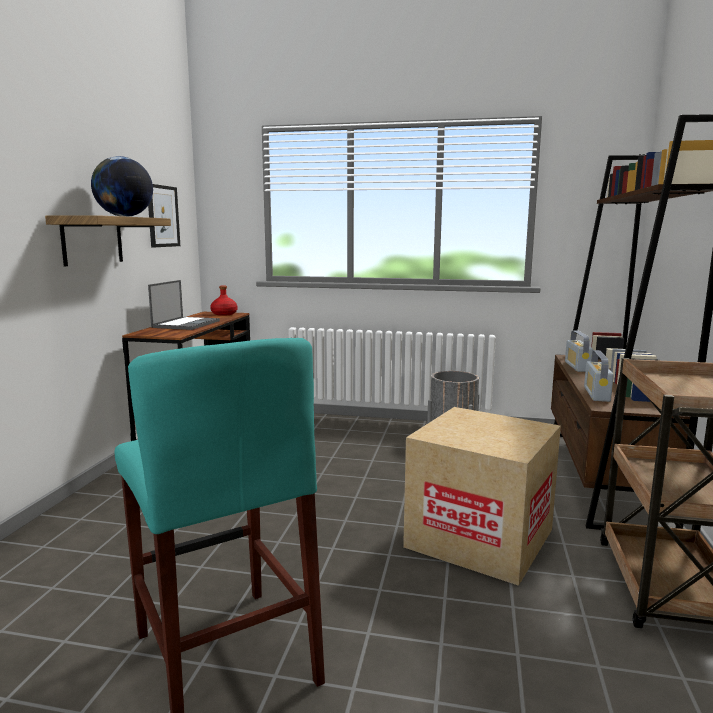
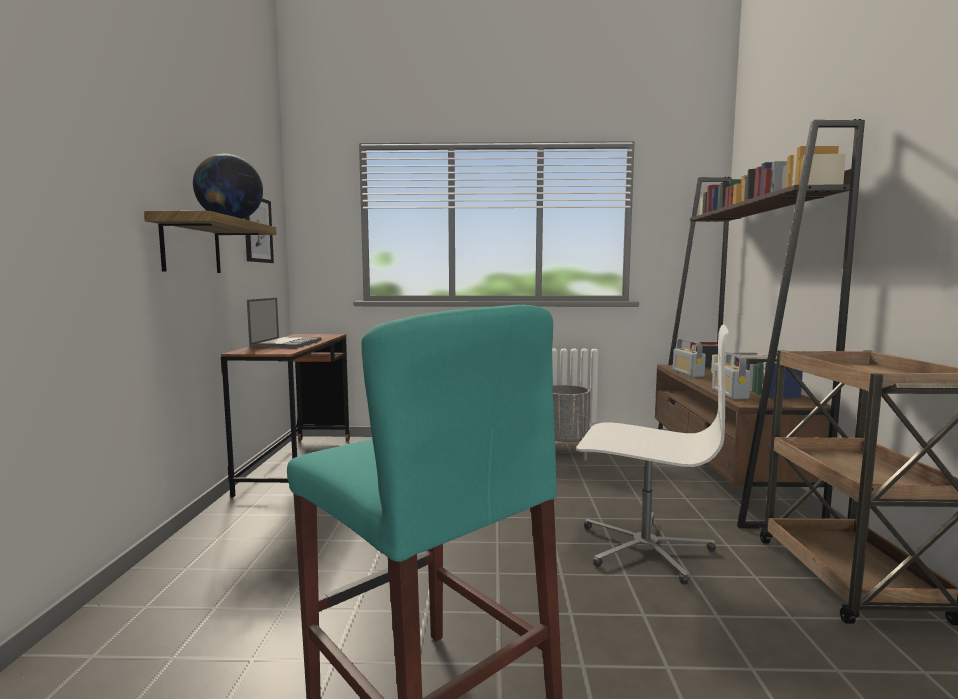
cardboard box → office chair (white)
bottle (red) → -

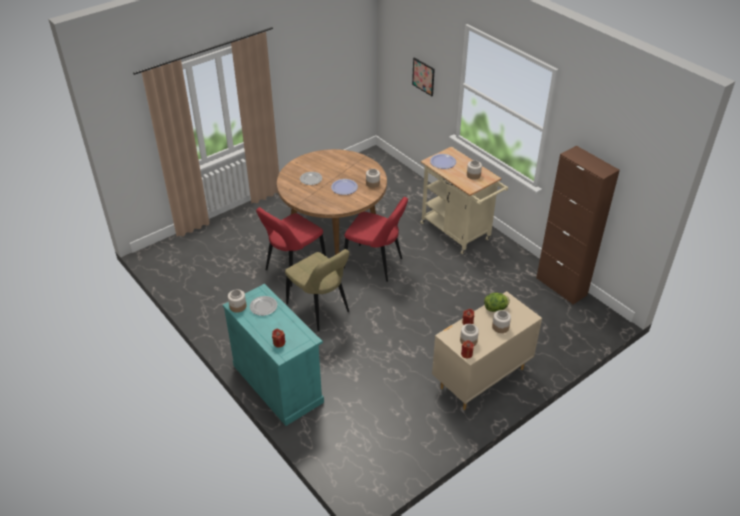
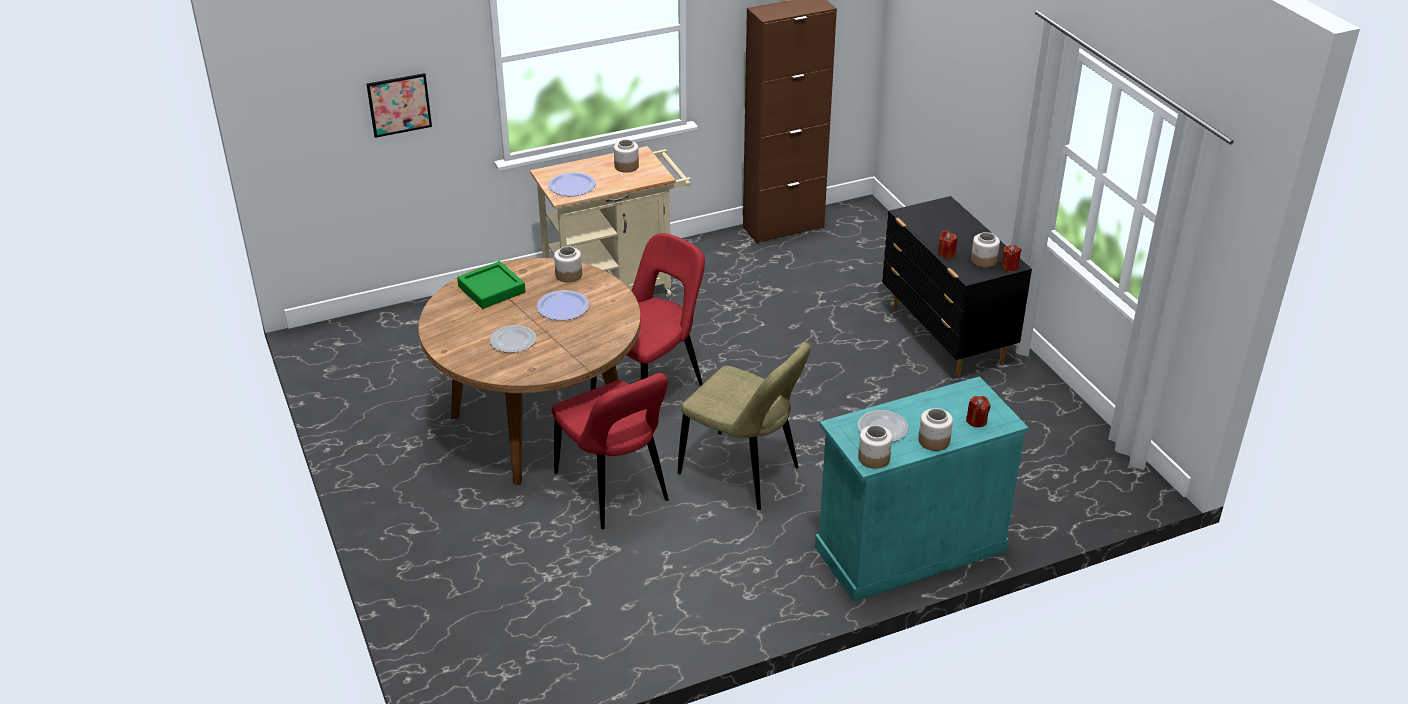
- → tray (green)
chair (beige), 60 degrees clockwise
dresser (beige) → dresser (black)
jar (5th from left in the first image) → jar (4th from left), moved
lettuce → -

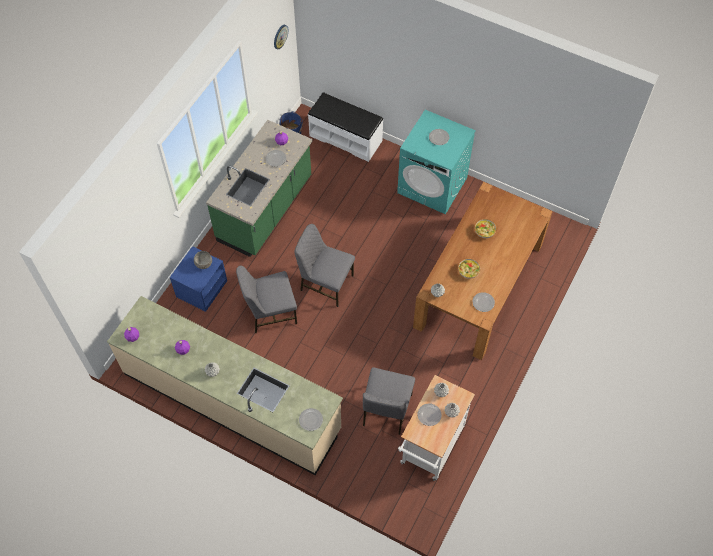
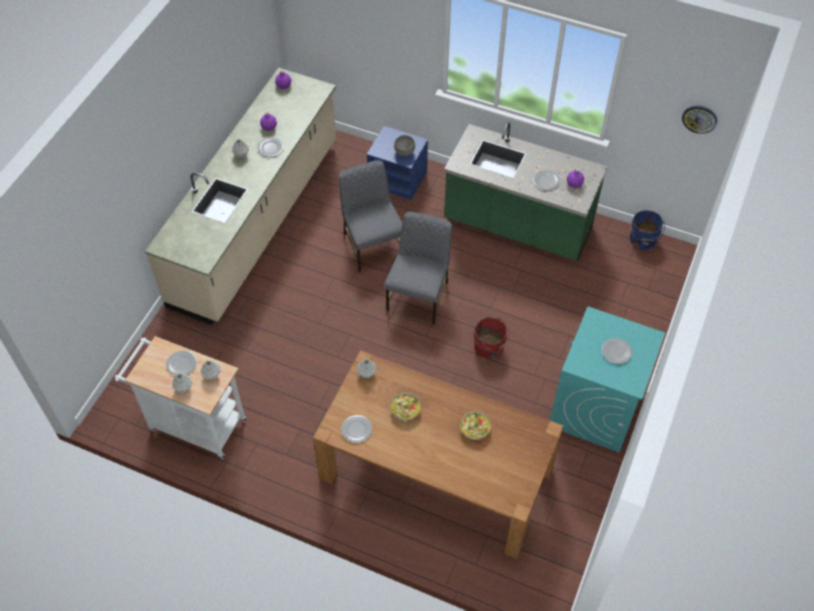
plate (2nd from left), moved
- → bucket (red)
bench (white) → -
chair (grey) (3rd from left) → -

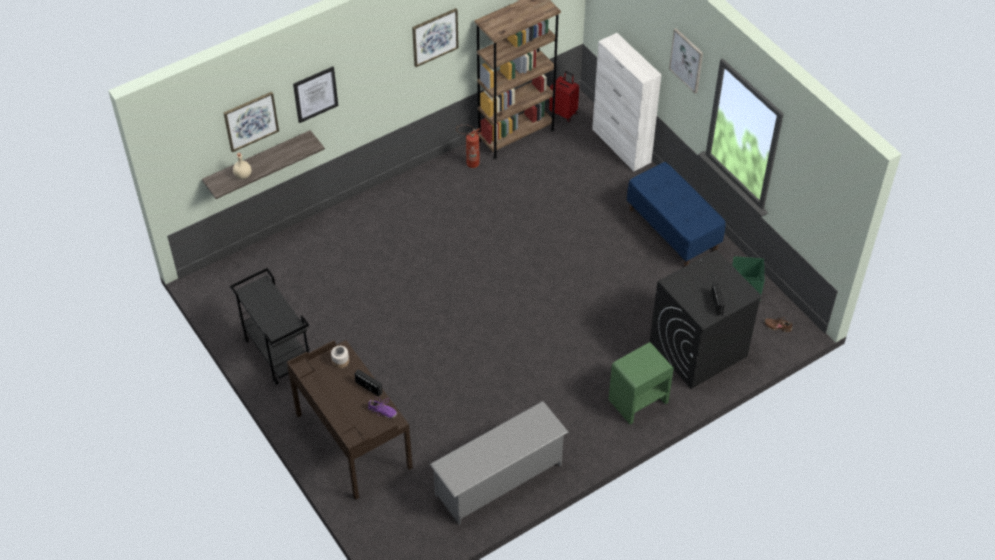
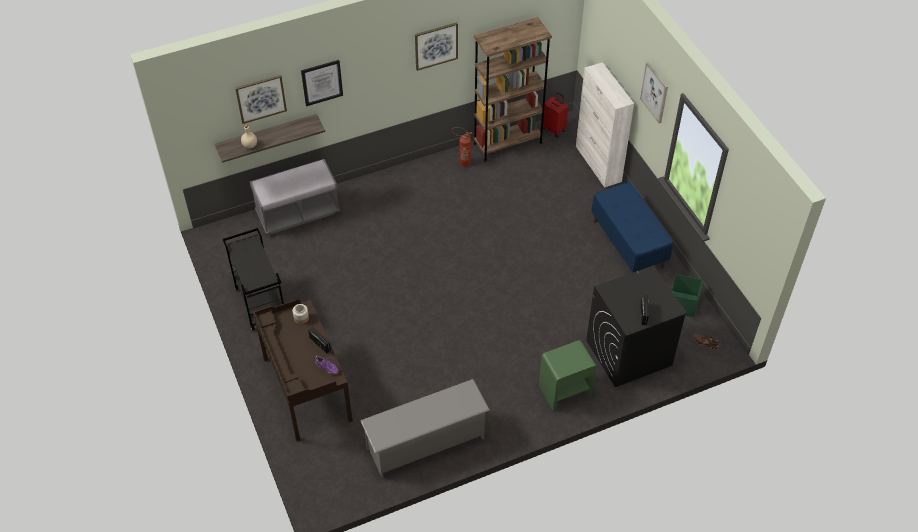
- → bench (grey)

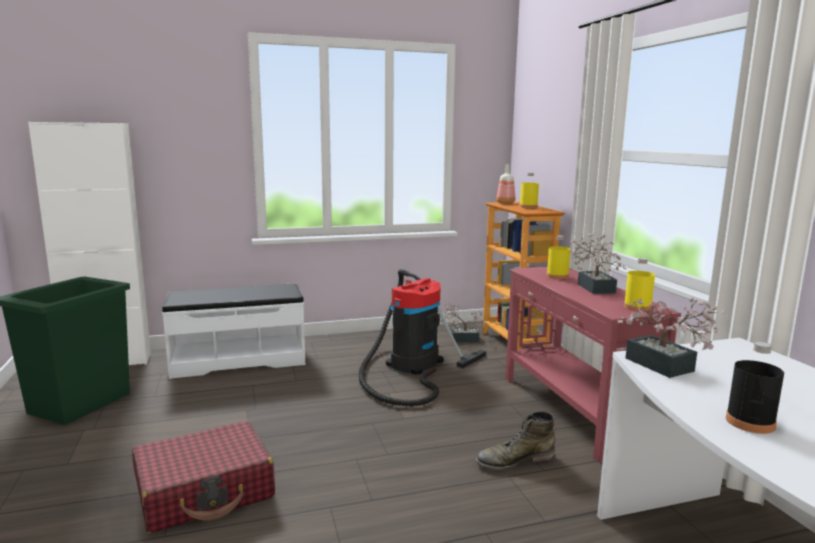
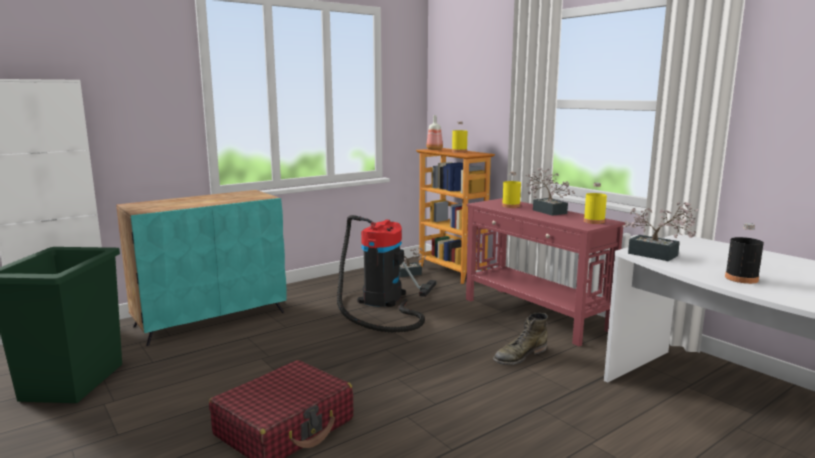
bench (white) → cabinet (turquoise)

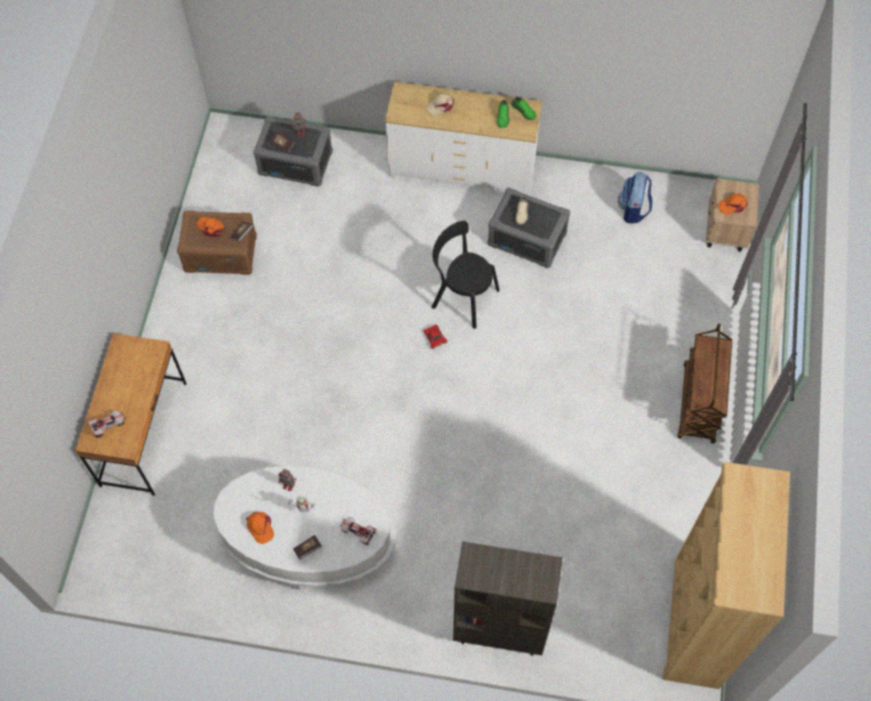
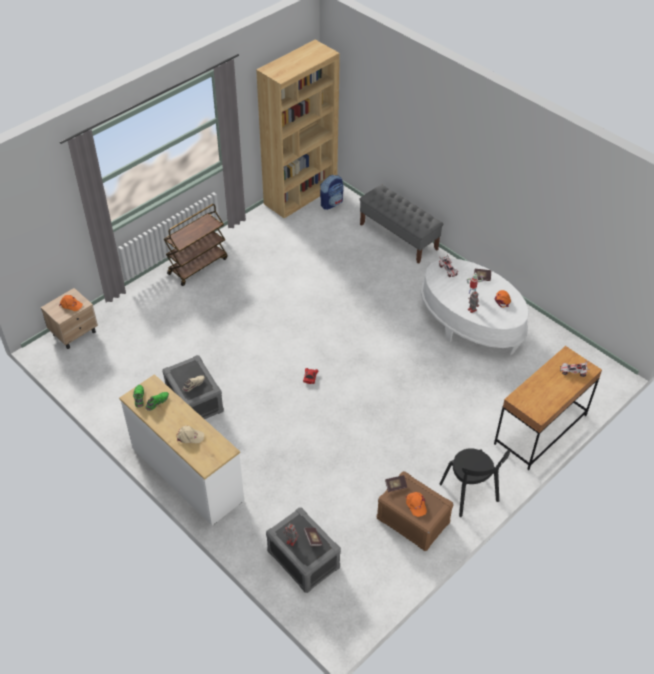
backpack, moved
bookcase (brown) (1st from left) → bench (grey)
chair (black), moved

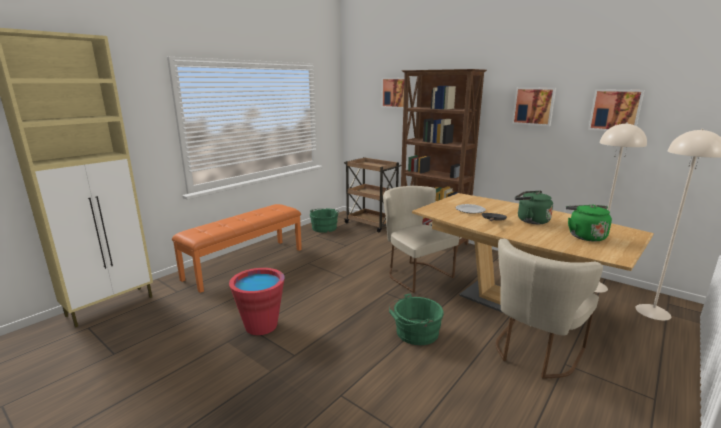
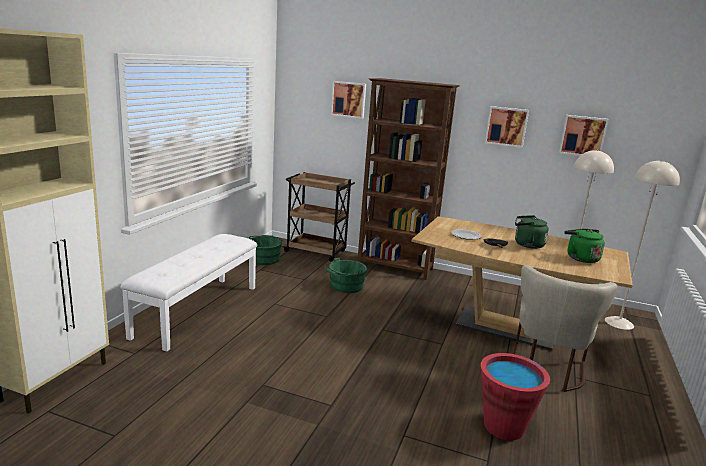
bench (orange) → bench (white)
bucket (green) (2nd from left), moved
bucket (red), moved
chair (beige) (1st from left) → -

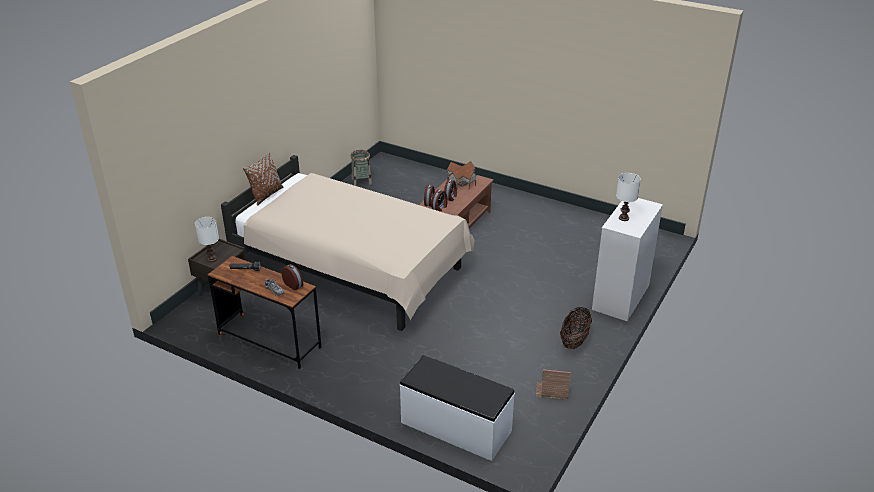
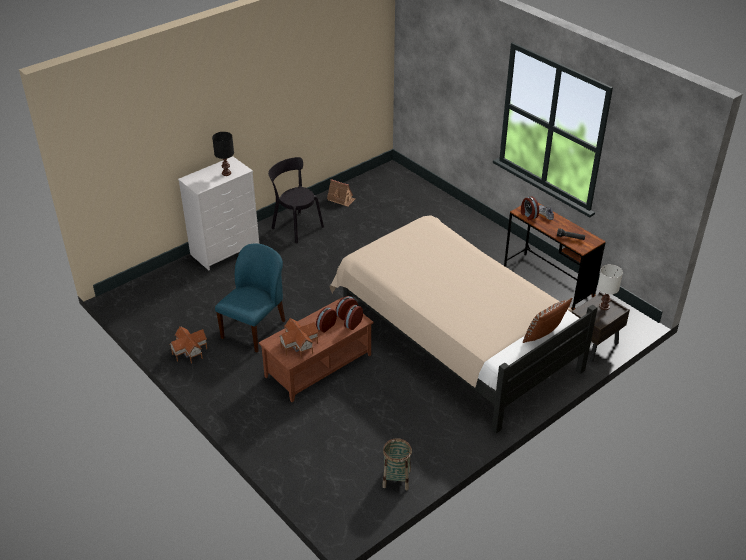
- → toy house (1st from left)
table lamp (white) (2nd from left) → table lamp (black)
- → chair (blue)
basket (2nd from left) → chair (black)
bench (white) → -

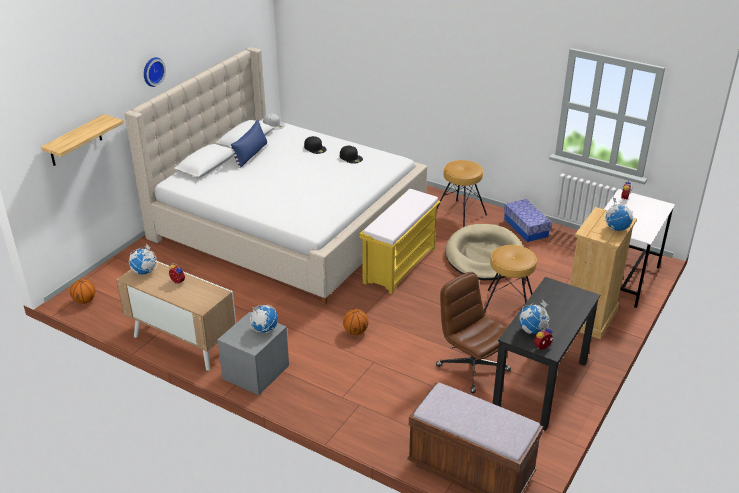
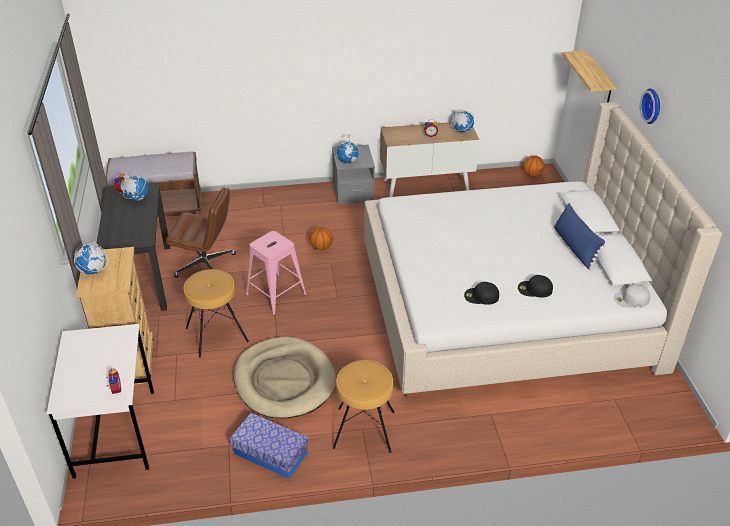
- → stool (pink)
bench (yellow) → -

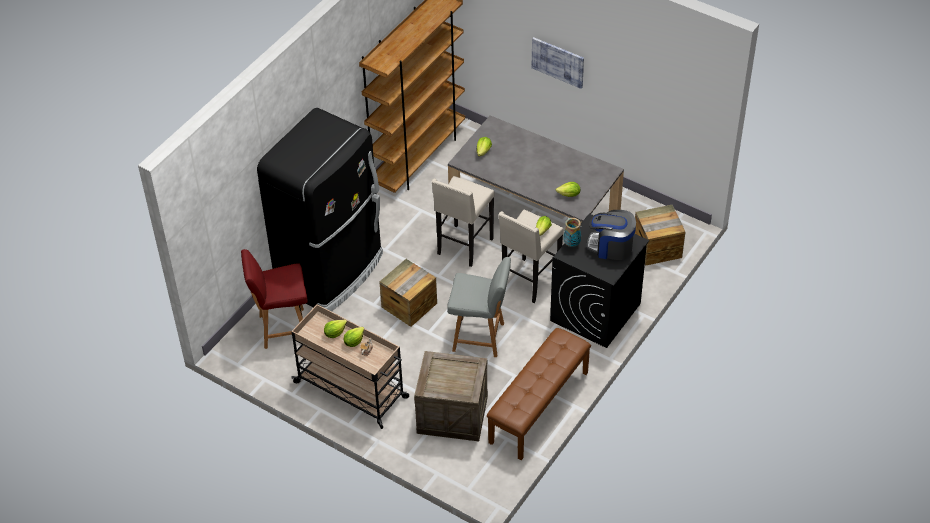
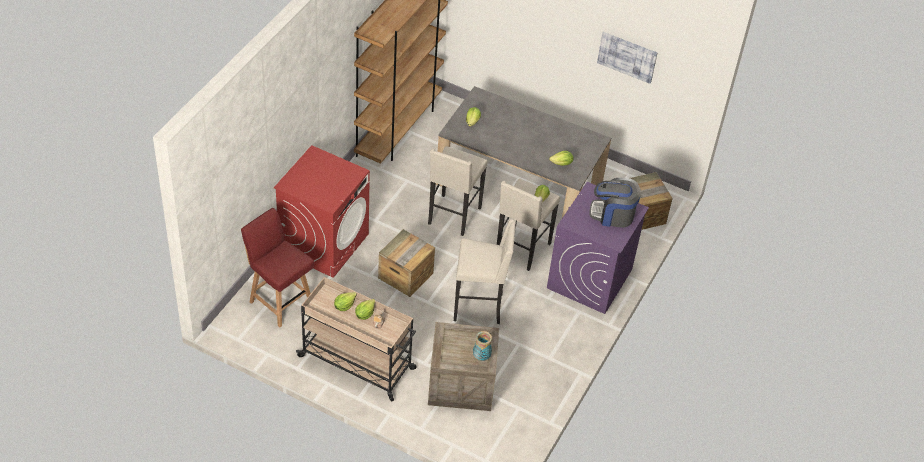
chair (red), 60 degrees clockwise
fridge (black) → washing machine (red)
chair (grey) → stool (beige) (2nd from left)
vase, moved
washing machine (black) → washing machine (purple)
picture, moved
bench (brown) → -

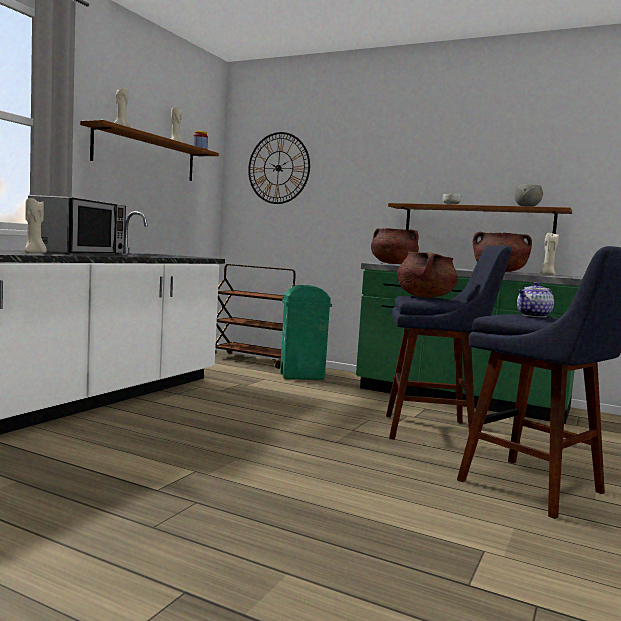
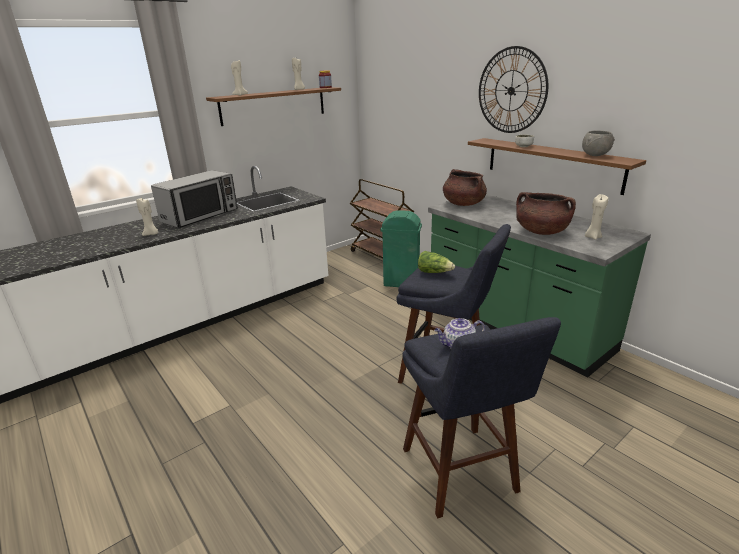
cooking pot (brown) (2nd from left) → lettuce
wall clock, moved

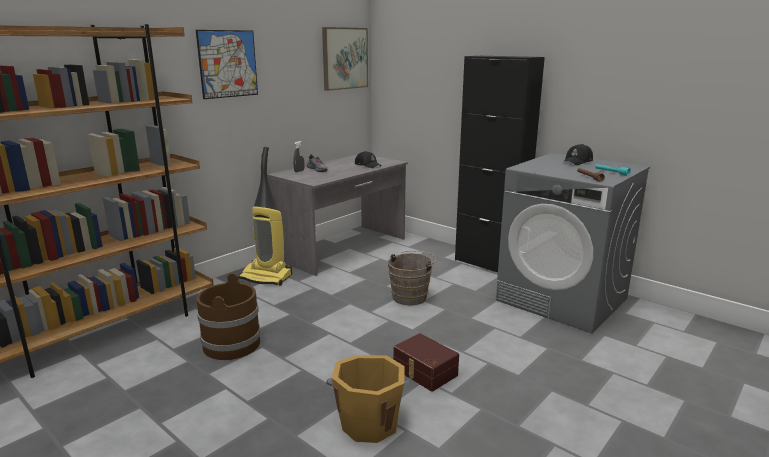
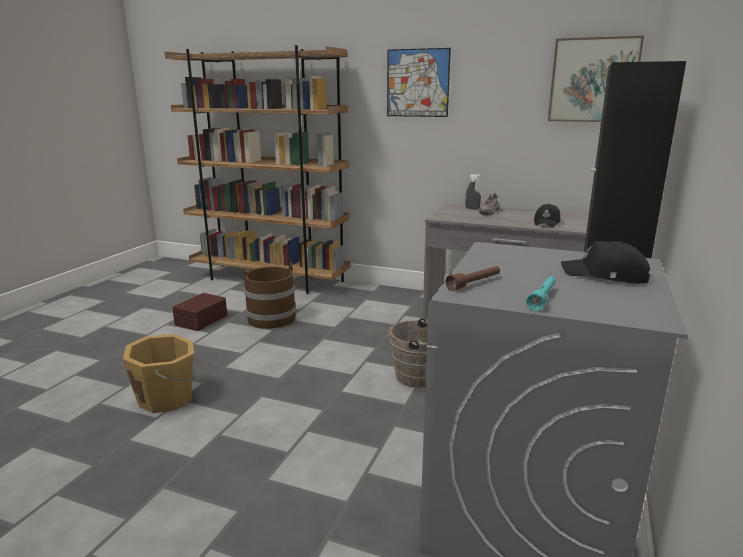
storage box (brown), moved
vacuum cleaner → -

